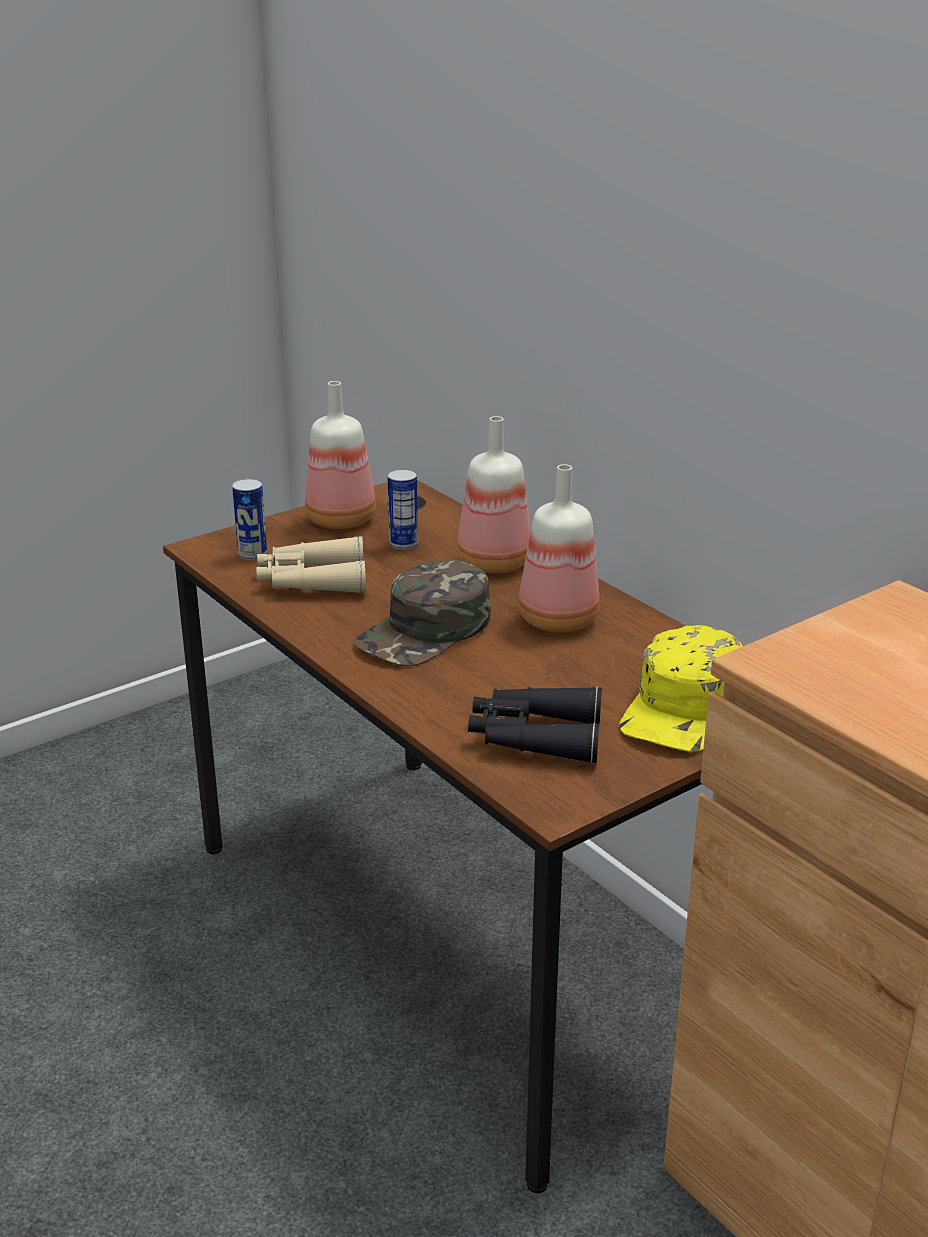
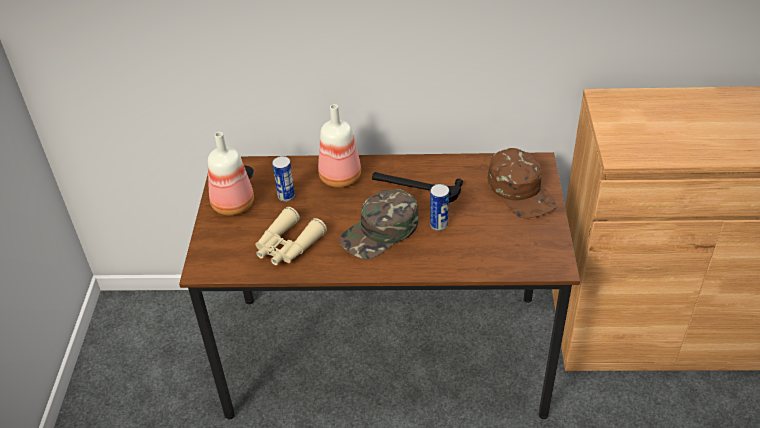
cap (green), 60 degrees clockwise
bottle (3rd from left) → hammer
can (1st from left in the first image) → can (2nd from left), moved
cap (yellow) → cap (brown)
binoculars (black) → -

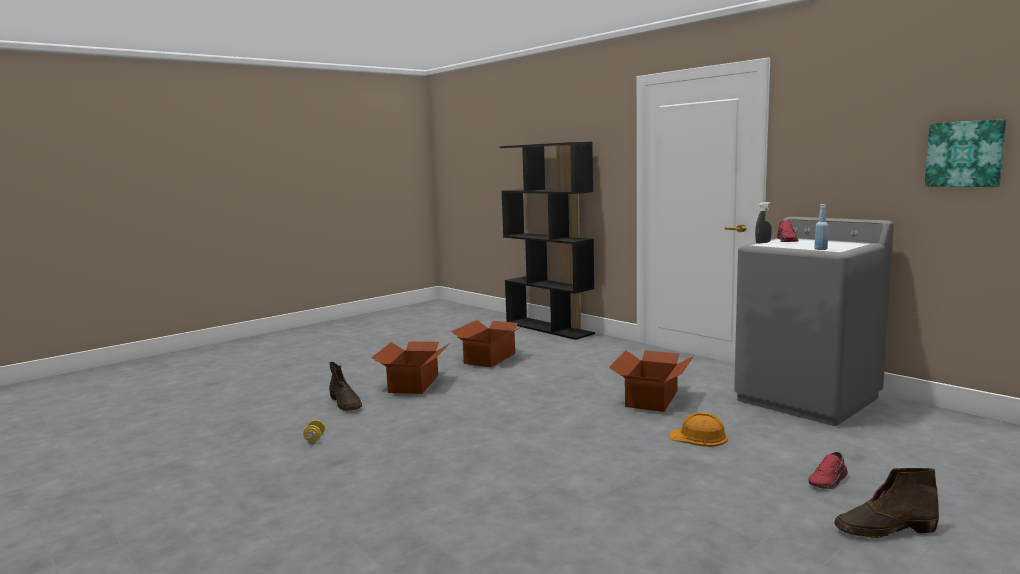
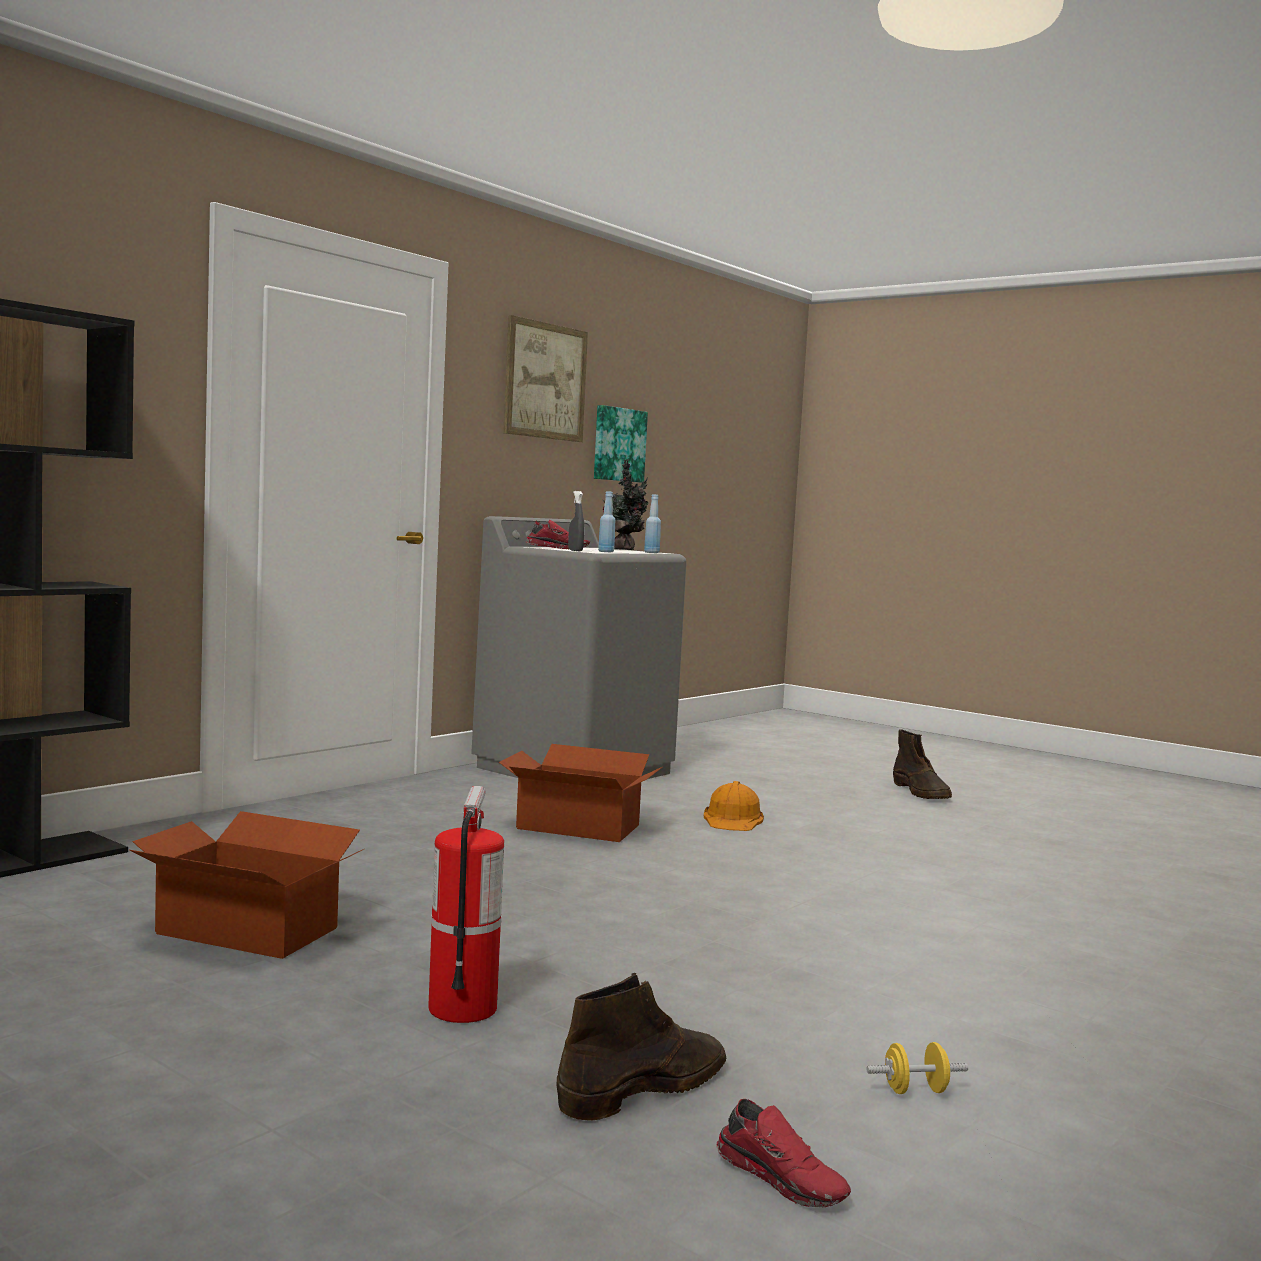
cardboard box (1st from left) → fire extinguisher
- → picture (1st from left)
- → bottle (blue) (1st from left)
- → potted plant
shoe (red) (2nd from left), moved

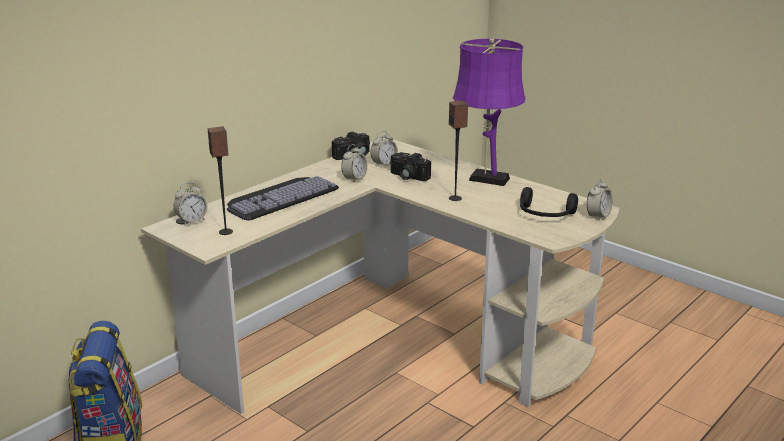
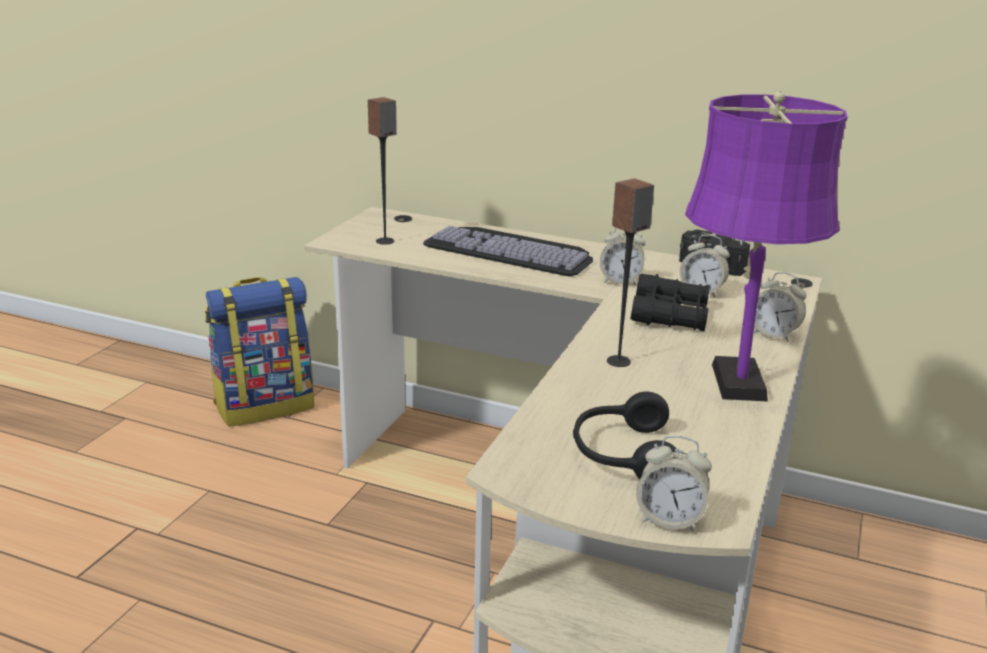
photo camera (2nd from left) → binoculars (black)
alarm clock (1st from left in the first image) → alarm clock (4th from left), moved

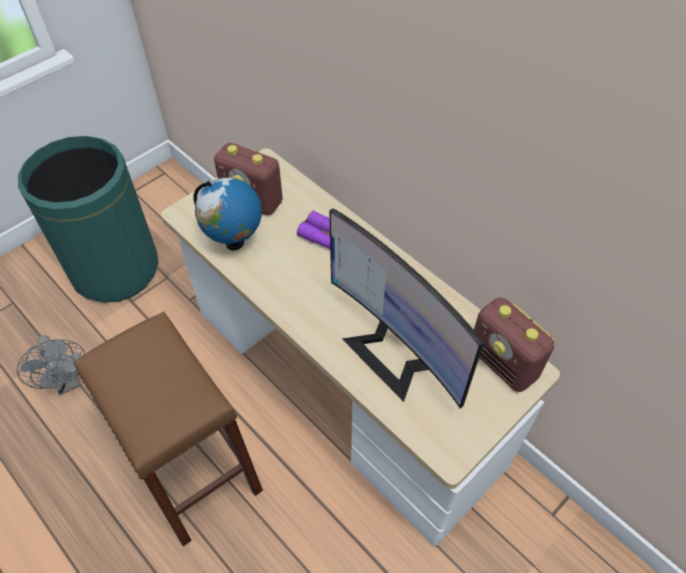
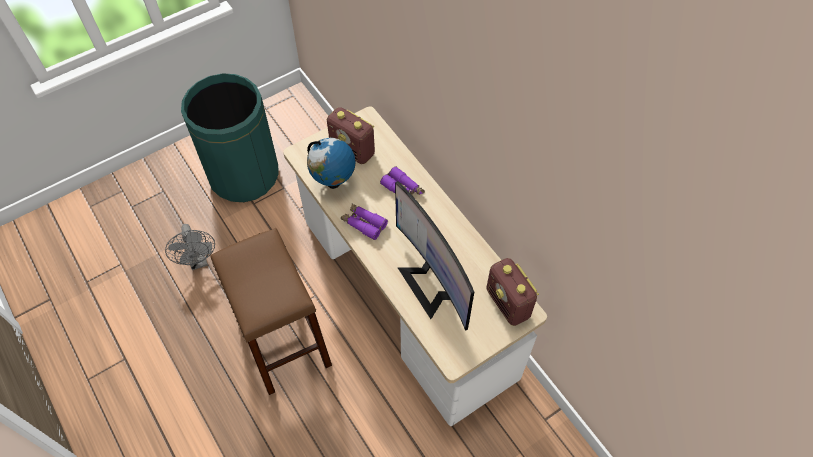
- → binoculars (purple) (1st from left)

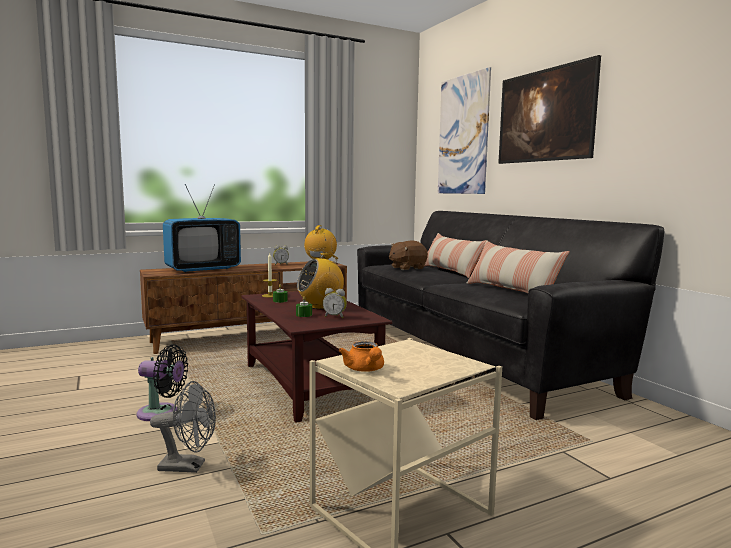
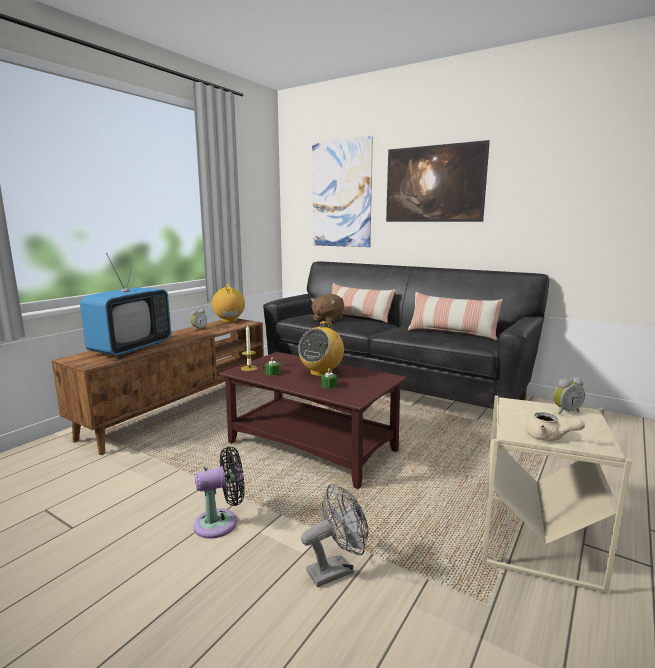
teapot (orange) → teapot (beige)
alarm clock (2nd from left), moved

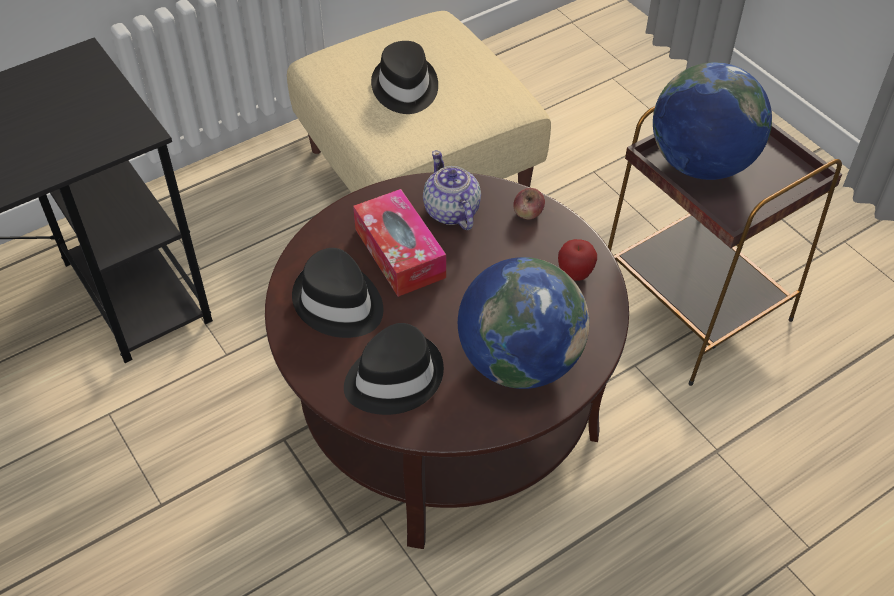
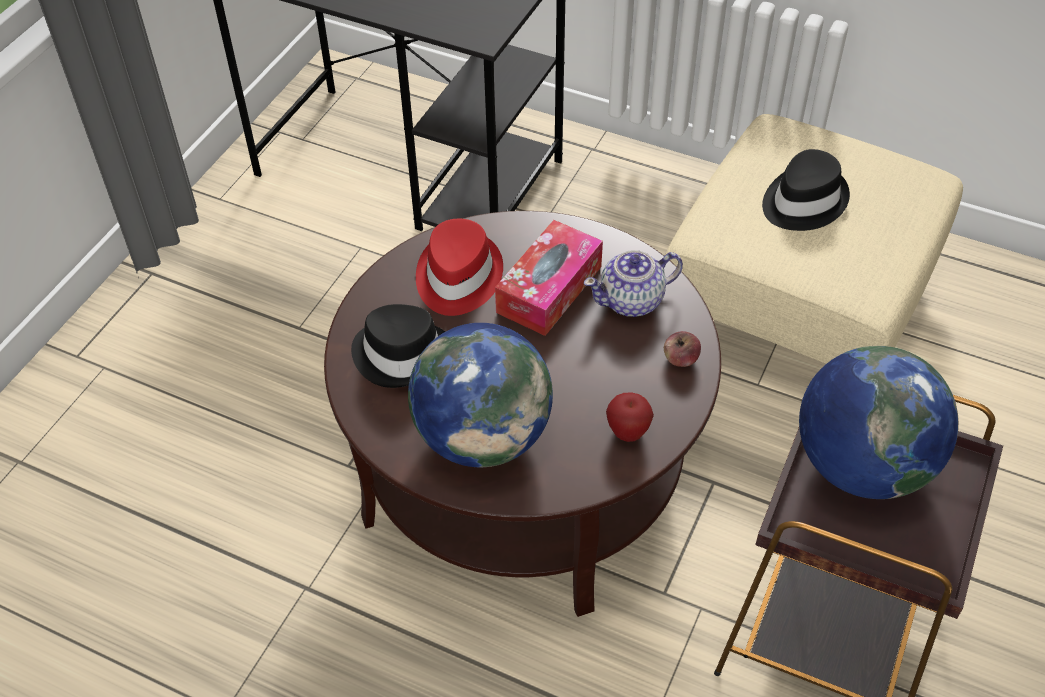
hat (black) (1st from left) → hat (red)
teapot, 150 degrees counterclockwise

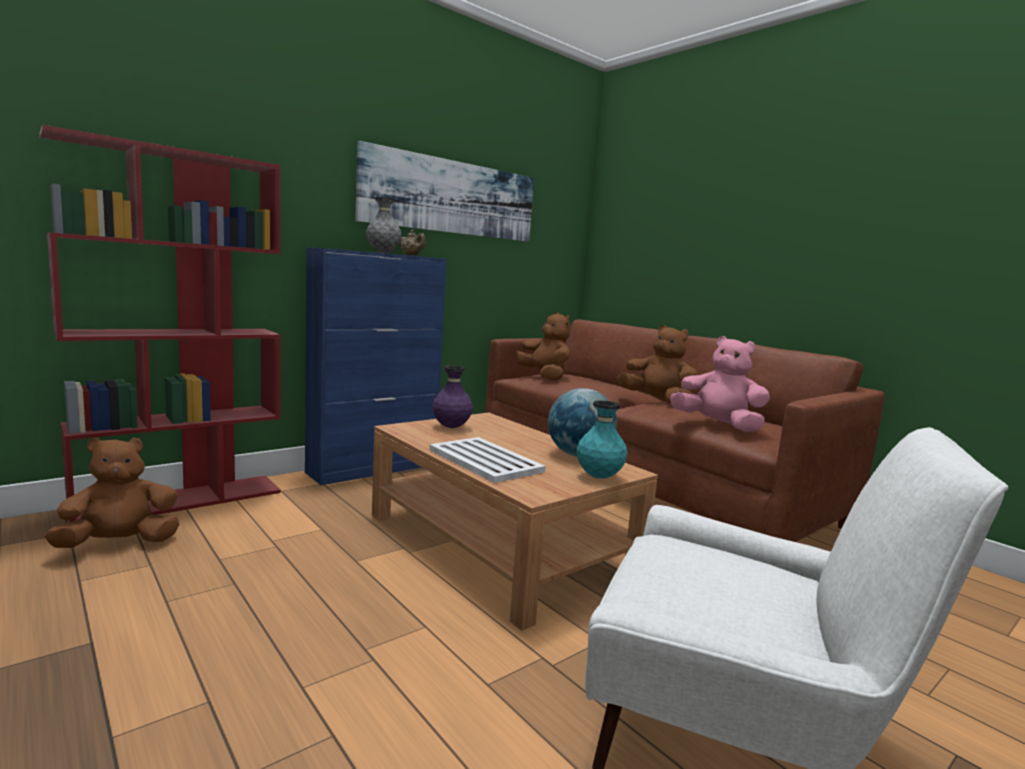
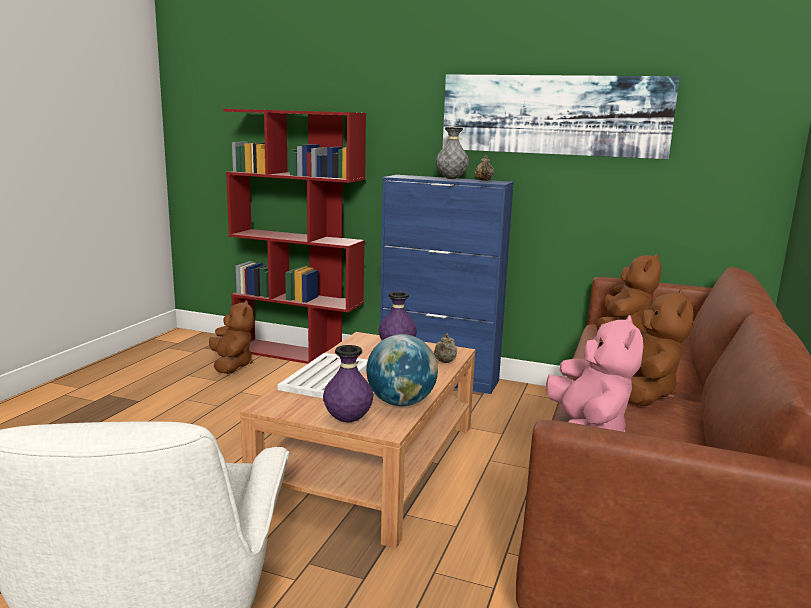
plush toy (brown) (1st from left), 45 degrees clockwise
vase (turquoise) → vase (purple) (1st from left)
- → teapot (beige) (1st from left)

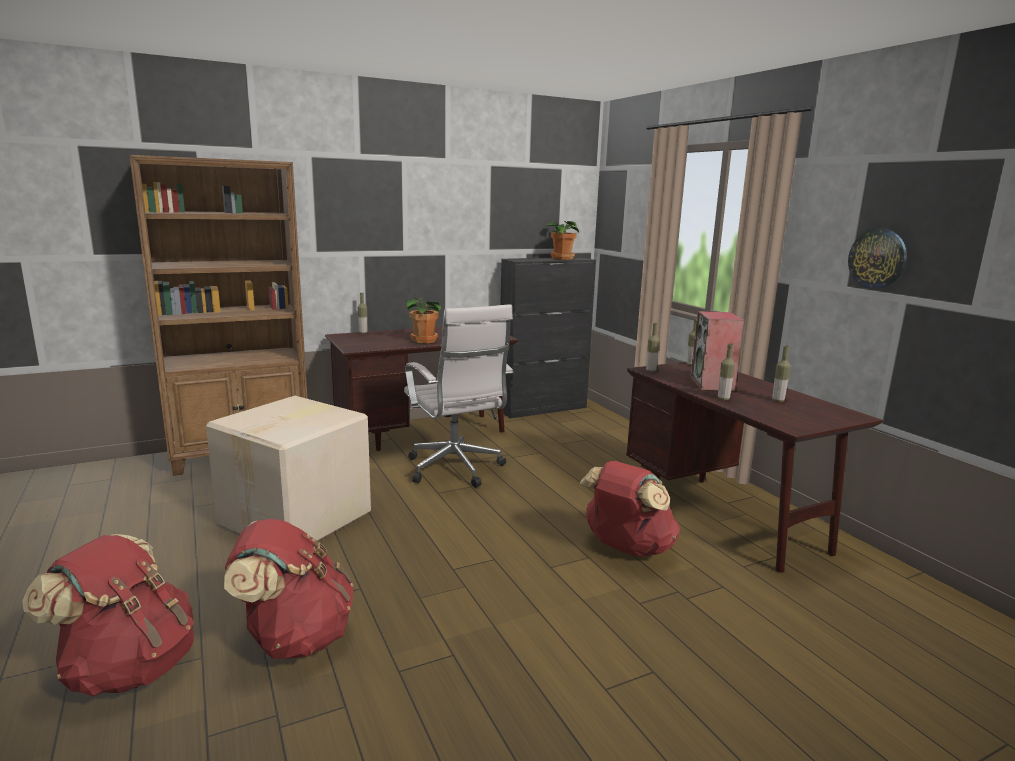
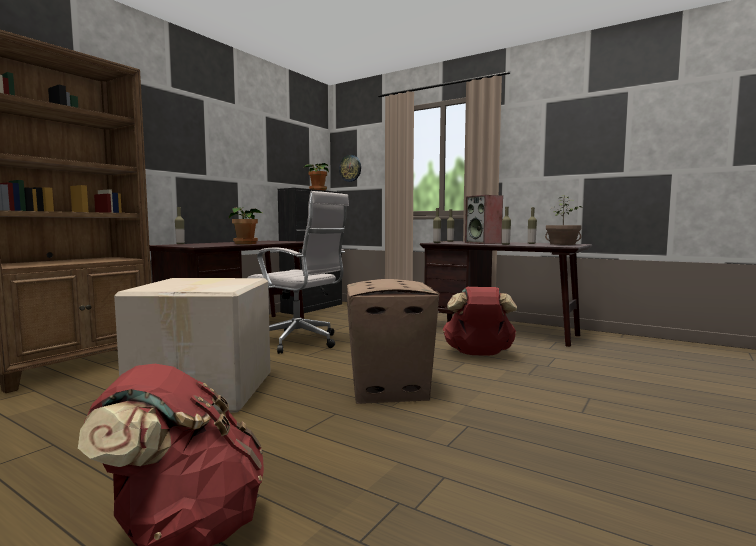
wall clock, moved
- → cardboard box (2nd from left)
- → potted plant (3rd from left)
backpack (red) (2nd from left) → -

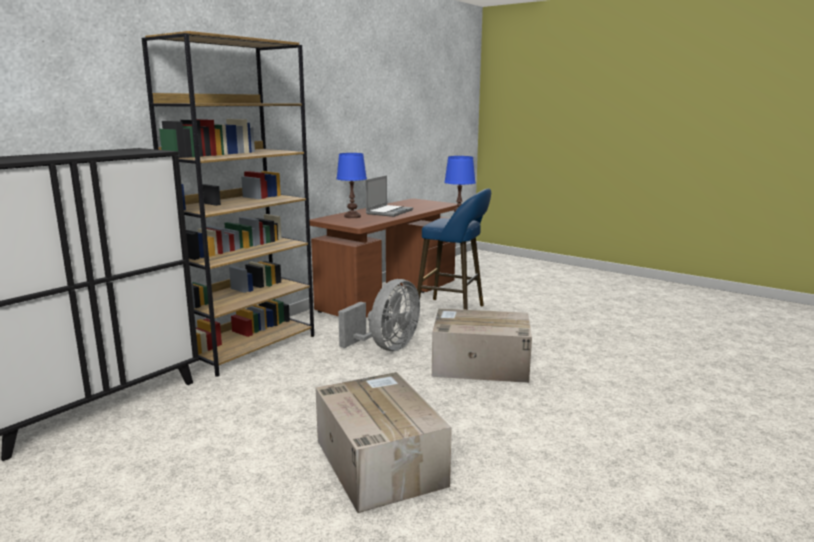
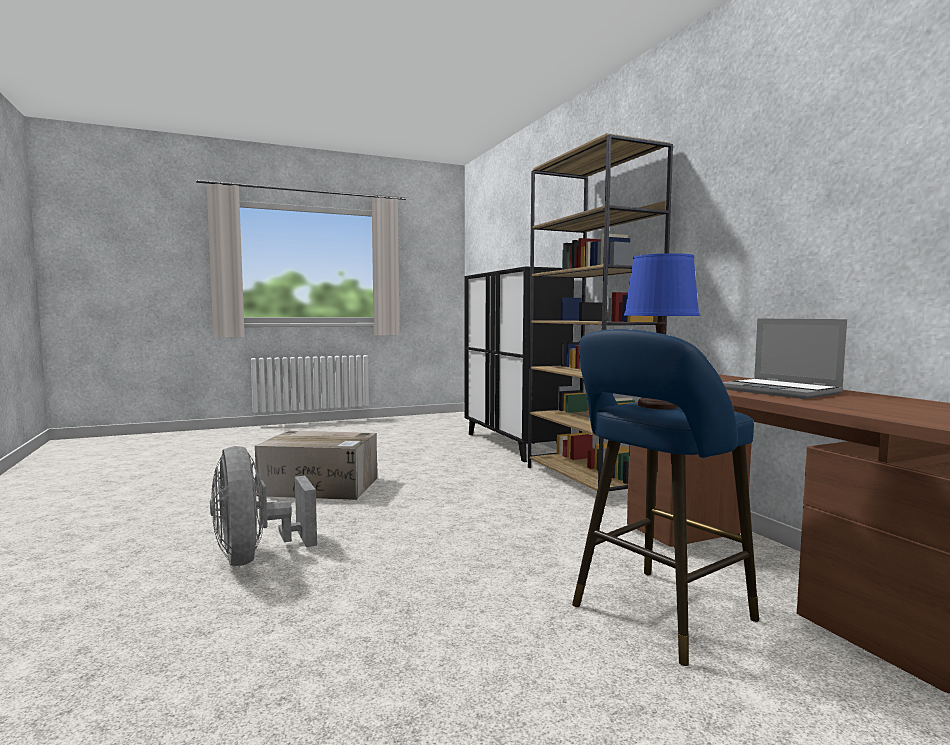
fan (grey), moved
table lamp (blue) (1st from left) → -
cardboard box (2nd from left) → -

